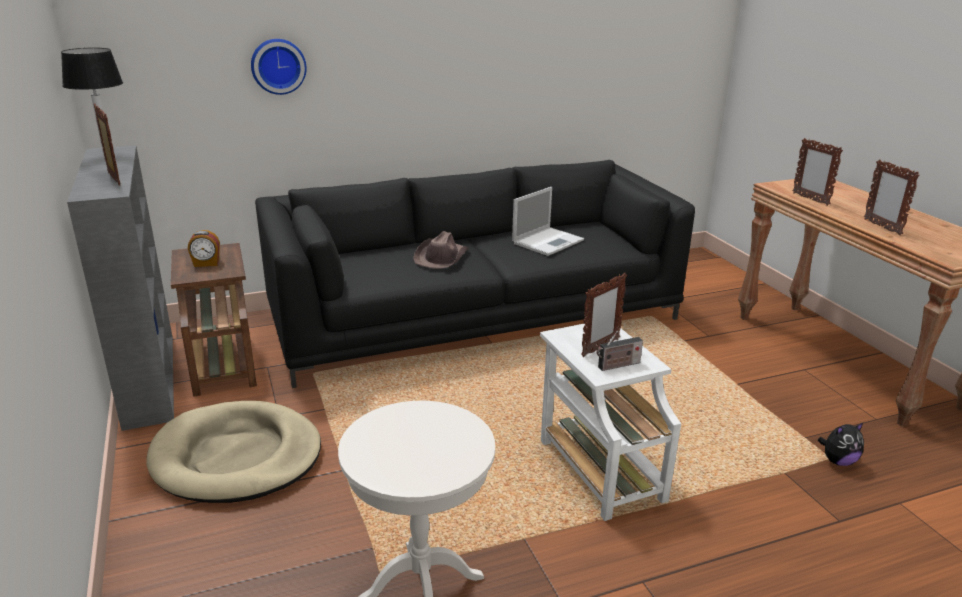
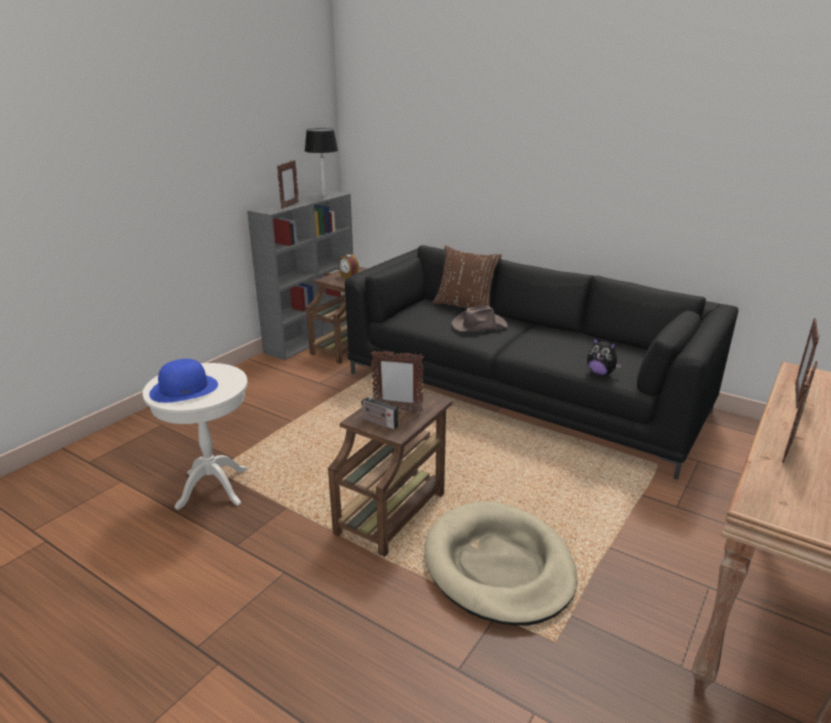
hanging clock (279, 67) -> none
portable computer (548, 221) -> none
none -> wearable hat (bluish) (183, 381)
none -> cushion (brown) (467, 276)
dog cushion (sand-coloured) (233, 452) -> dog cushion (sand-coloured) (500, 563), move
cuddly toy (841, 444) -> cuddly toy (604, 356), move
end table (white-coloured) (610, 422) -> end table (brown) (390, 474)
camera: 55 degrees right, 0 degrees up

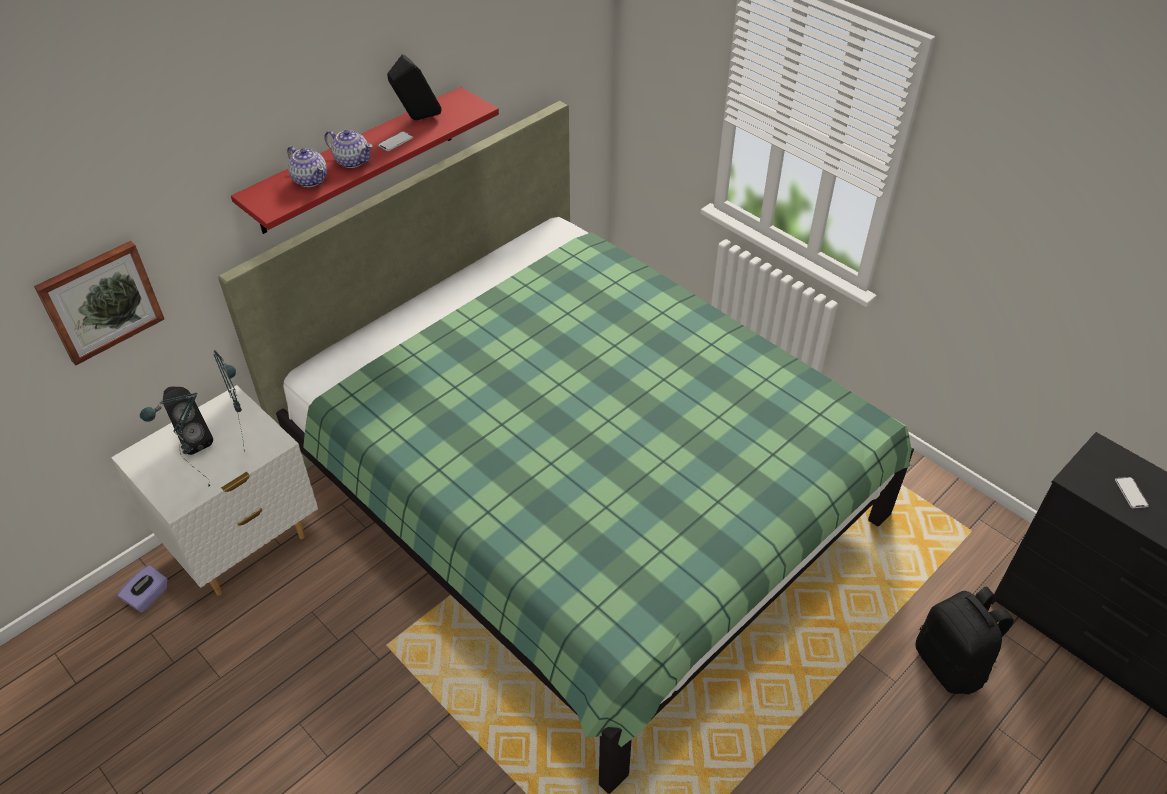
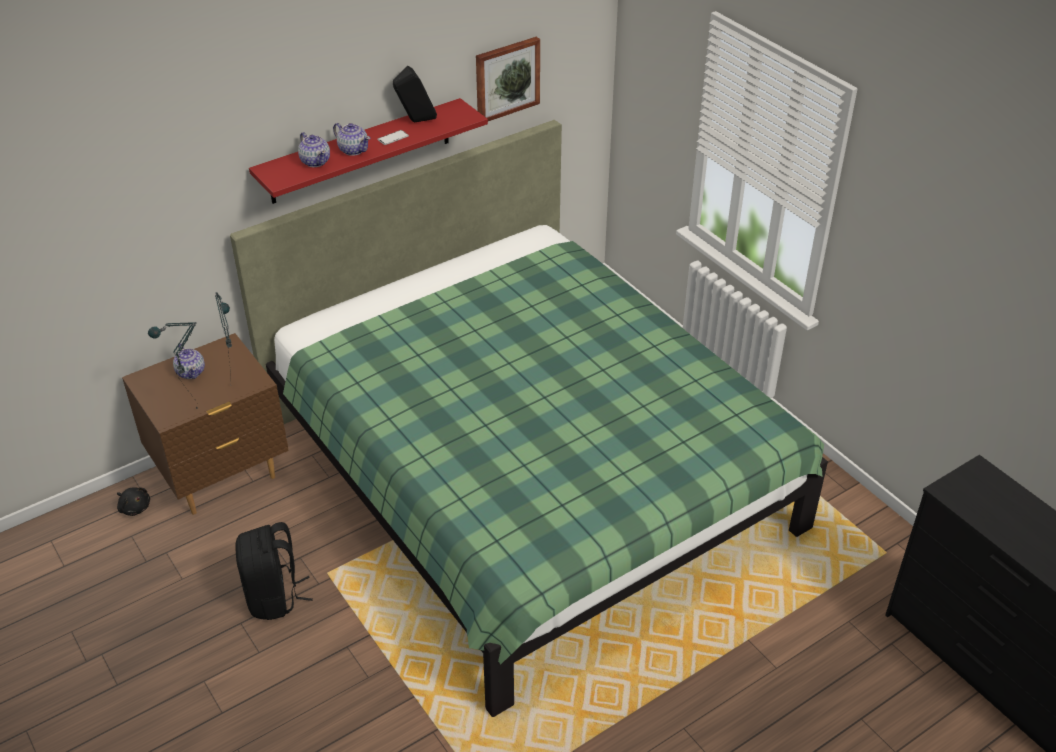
phone (1132, 492) -> none
wall picture (99, 303) -> wall picture (508, 79), move
knapsack (black) (965, 641) -> knapsack (black) (274, 571), move
tissue holder (purplish) (142, 588) -> cuddly toy (black) (133, 502)
audio speaker (black) (188, 421) -> teapot (189, 361)
nightstand (white-coloured) (214, 490) -> nightstand (brown) (205, 424)
camera: 10 degrees right, 5 degrees down

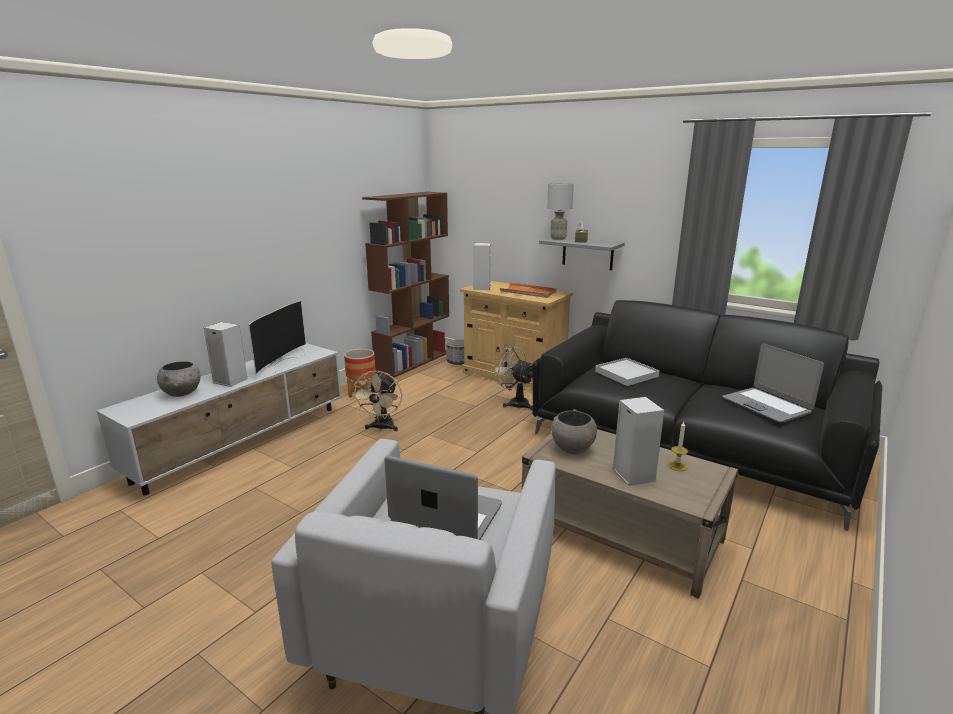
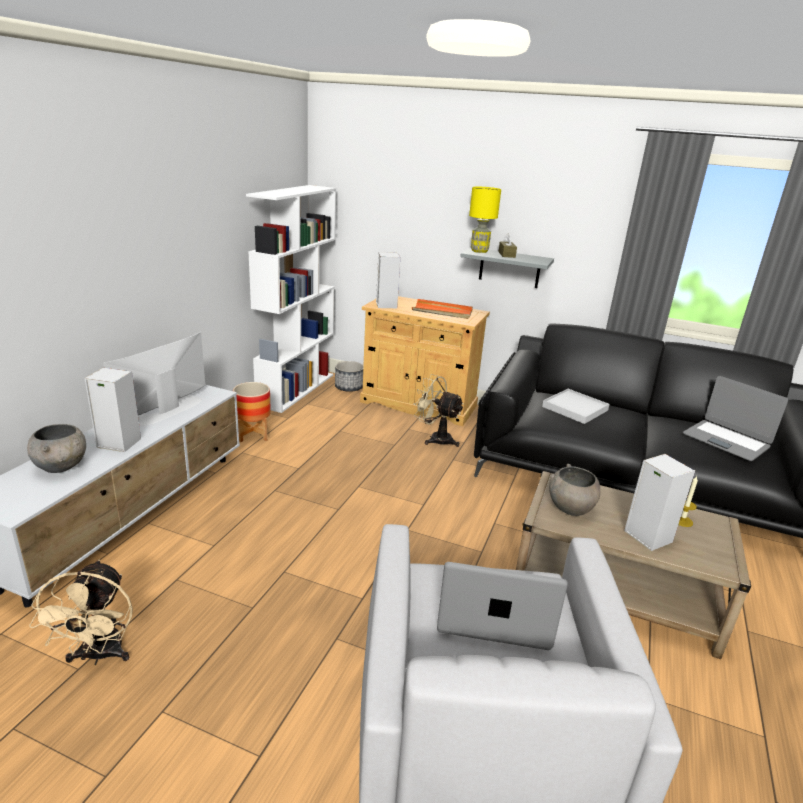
electric fan (sand-coloured) (377, 400) -> electric fan (sand-coloured) (81, 612), move
bookshelf (brown) (405, 285) -> bookshelf (white-coloured) (291, 299)
lamp for a table (greyish) (560, 211) -> lamp for a table (yellowish) (485, 220)
TV (277, 337) -> TV (154, 379), 150 degrees counterclockwise
camera: 15 degrees left, 5 degrees up

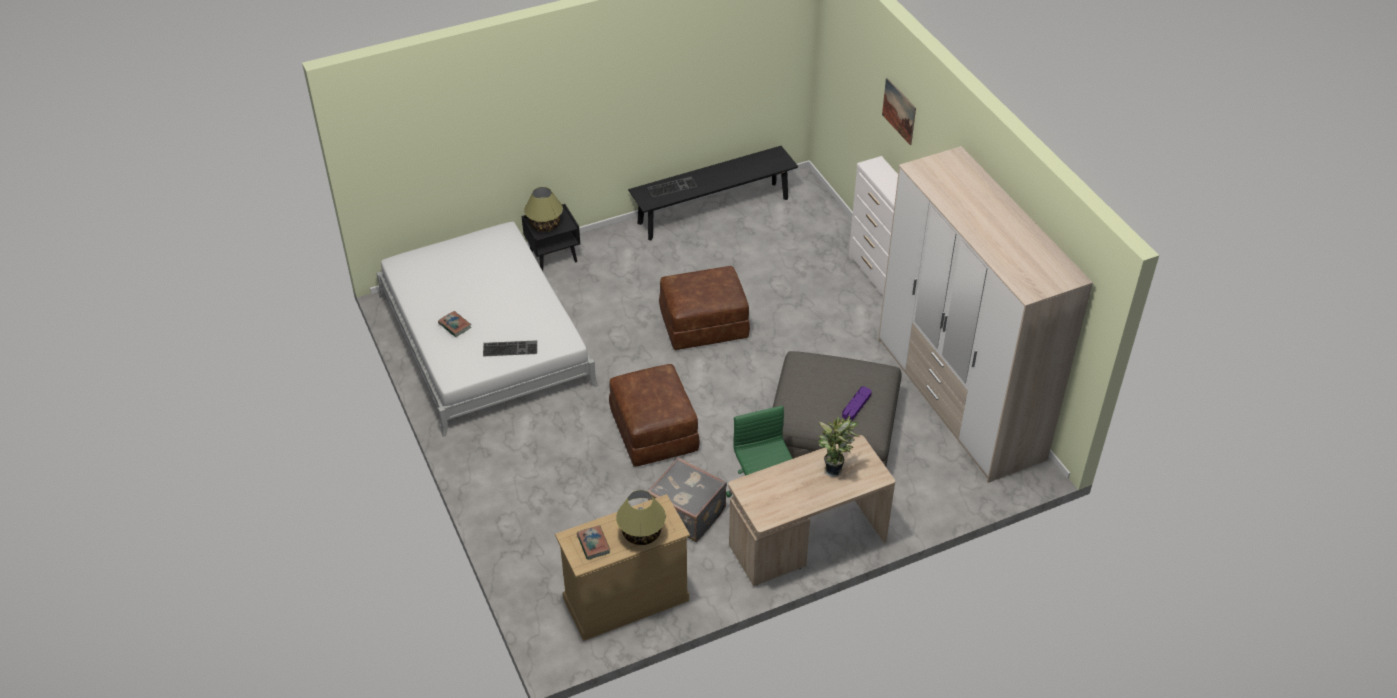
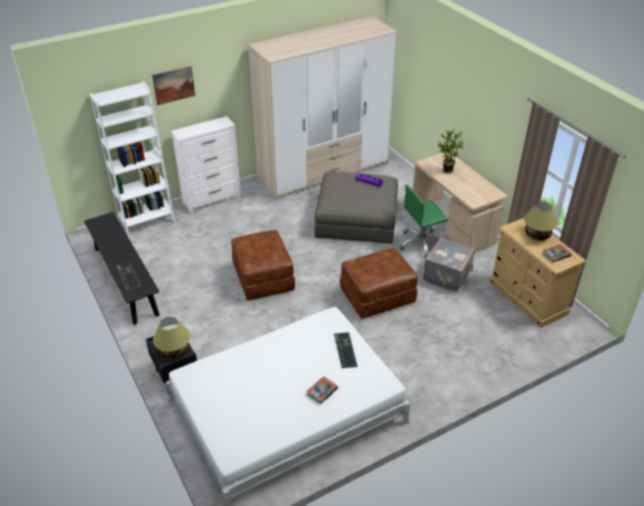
none -> bookshelf (white-coloured) (132, 159)
camera: 95 degrees left, 5 degrees down

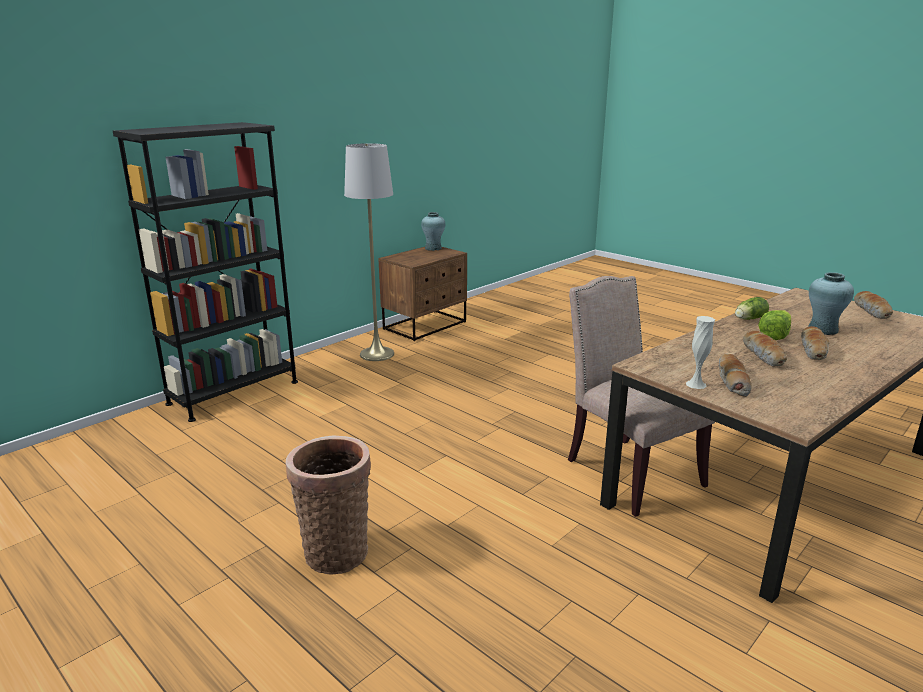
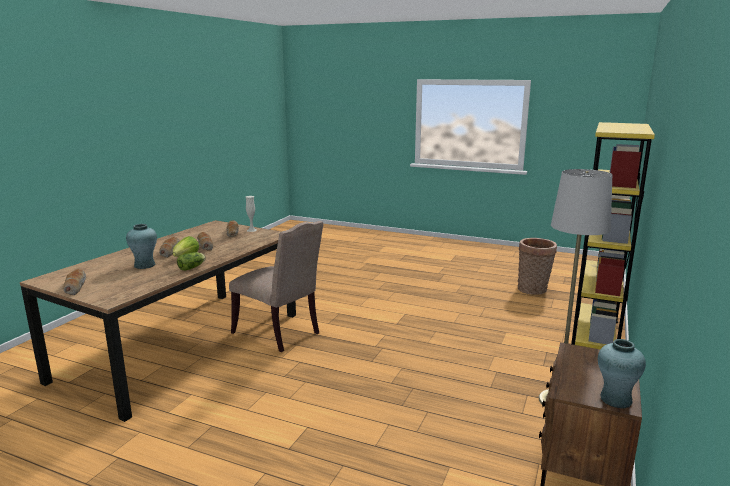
basket (328, 505) -> basket (537, 266), move
bookshelf (black) (205, 272) -> bookshelf (yellowish) (613, 235)
camera: 160 degrees right, 5 degrees down

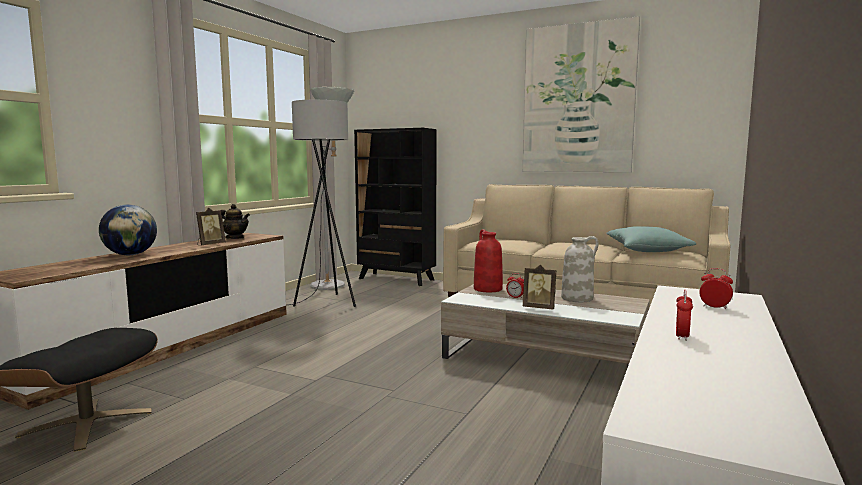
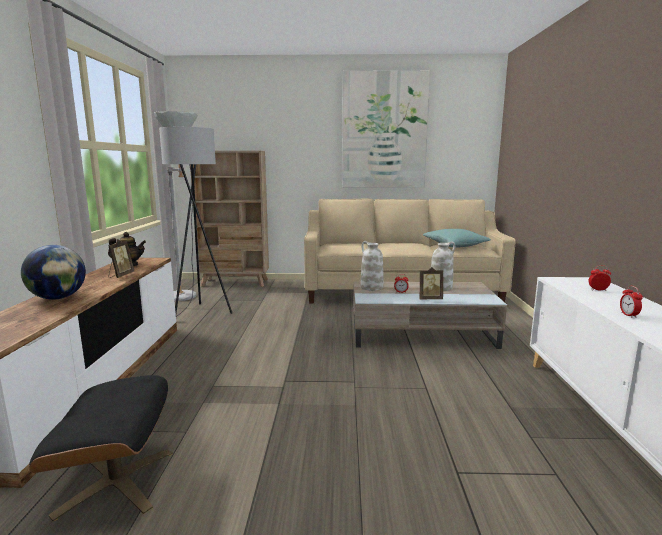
bookshelf (black) (395, 207) -> bookshelf (sand-coloured) (229, 219)
flower vase (reddish) (488, 260) -> flower vase (white-coloured) (372, 266)
camera: 25 degrees left, 5 degrees up

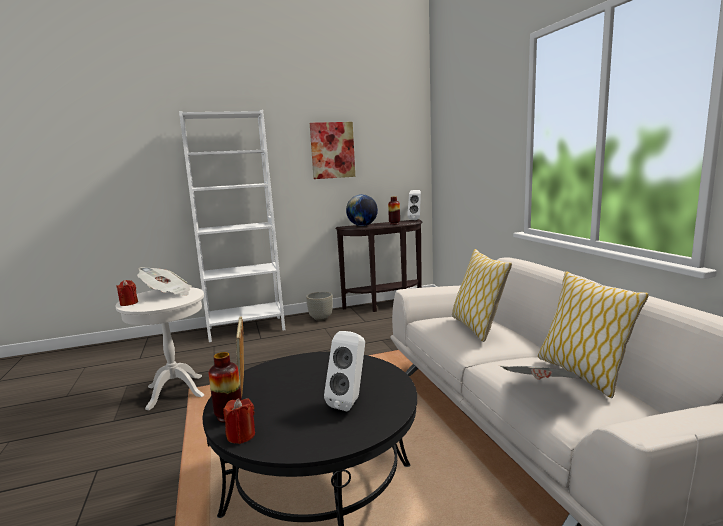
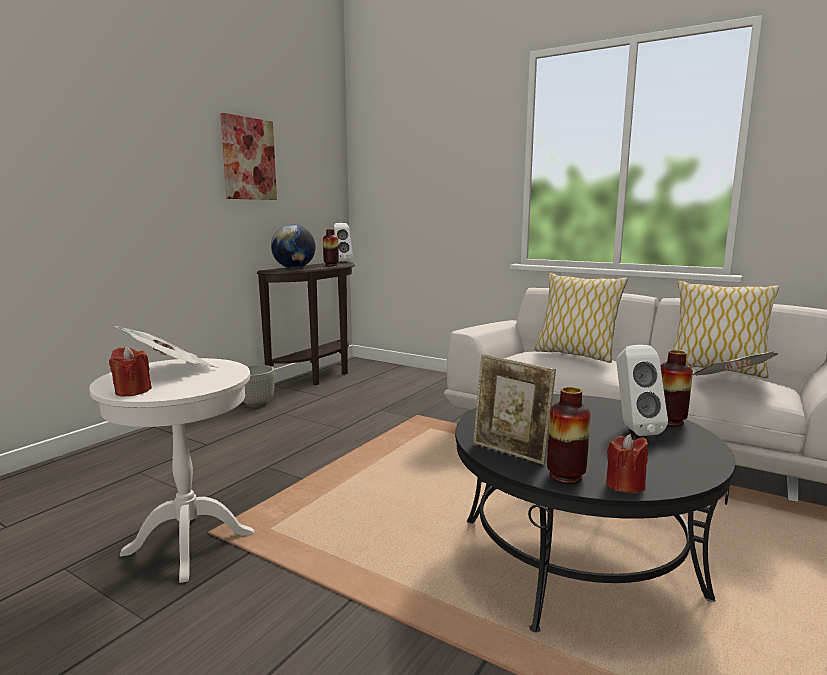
bookshelf (white-coloured) (232, 226) -> none
none -> flower vase (676, 388)
camera: 40 degrees left, 0 degrees up

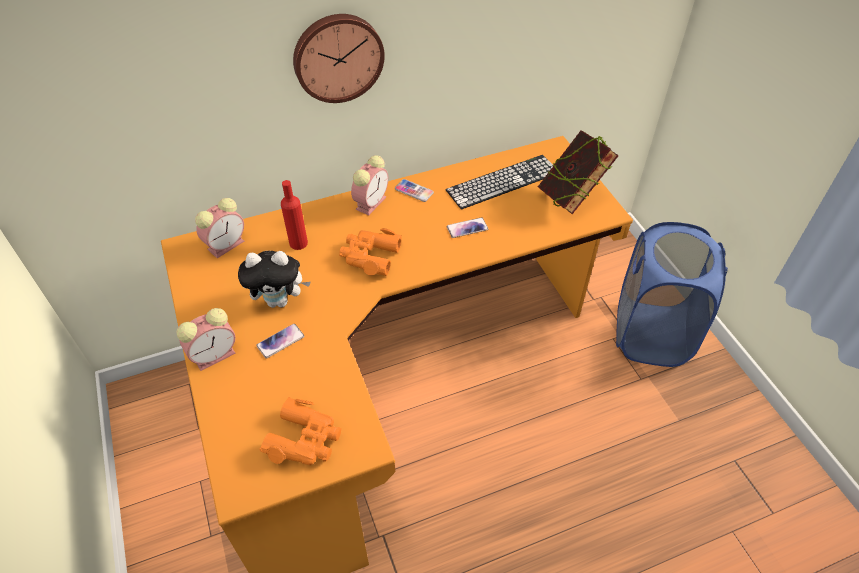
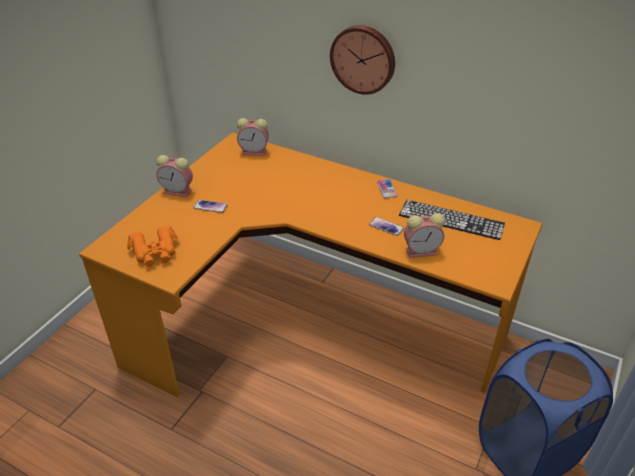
cuddly toy (274, 279) -> none
bottle (reddish) (294, 215) -> none
pair of binoculars (orange-coloured) (370, 252) -> none
bound book (578, 172) -> none
table clock (369, 185) -> table clock (424, 235), move
camera: 50 degrees right, 10 degrees down

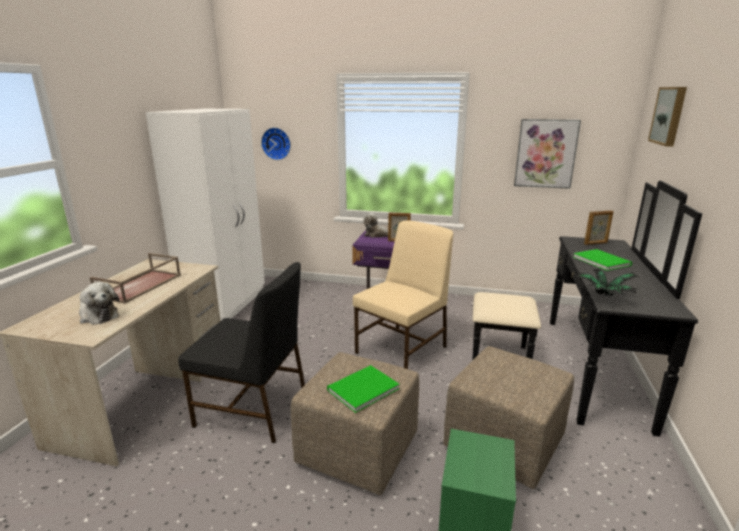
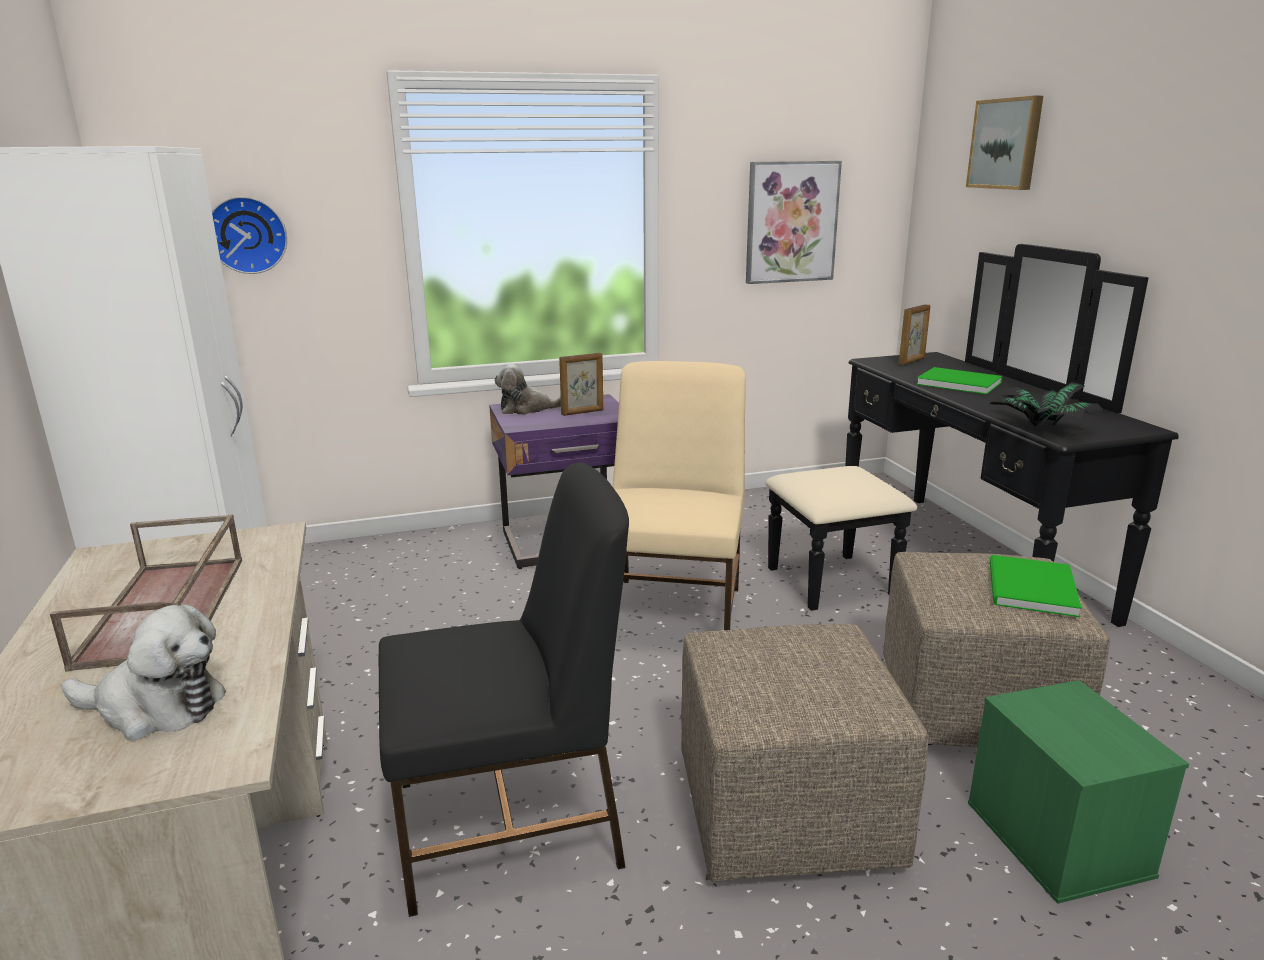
bound book (green-coloured) (363, 389) -> bound book (green-coloured) (1036, 586), move
camera: 30 degrees left, 0 degrees up

